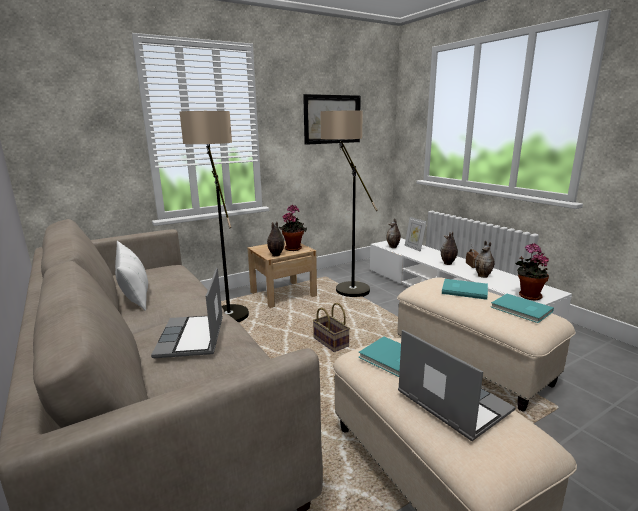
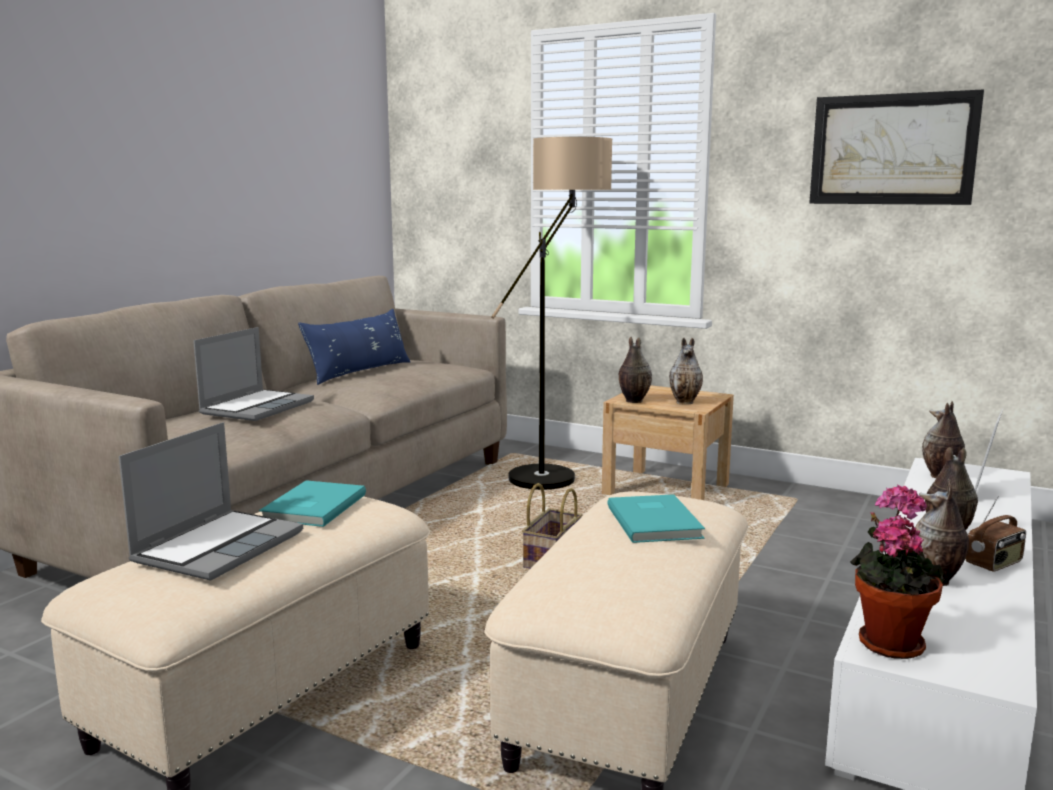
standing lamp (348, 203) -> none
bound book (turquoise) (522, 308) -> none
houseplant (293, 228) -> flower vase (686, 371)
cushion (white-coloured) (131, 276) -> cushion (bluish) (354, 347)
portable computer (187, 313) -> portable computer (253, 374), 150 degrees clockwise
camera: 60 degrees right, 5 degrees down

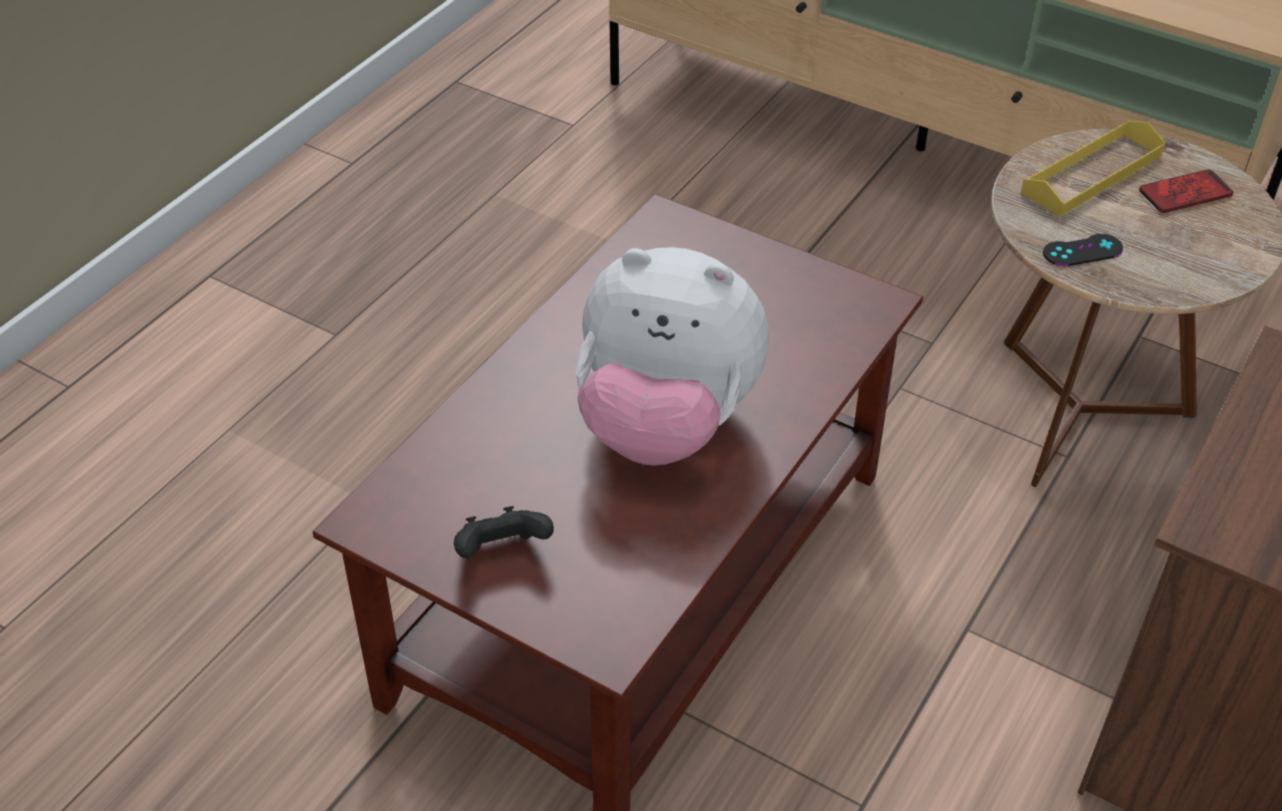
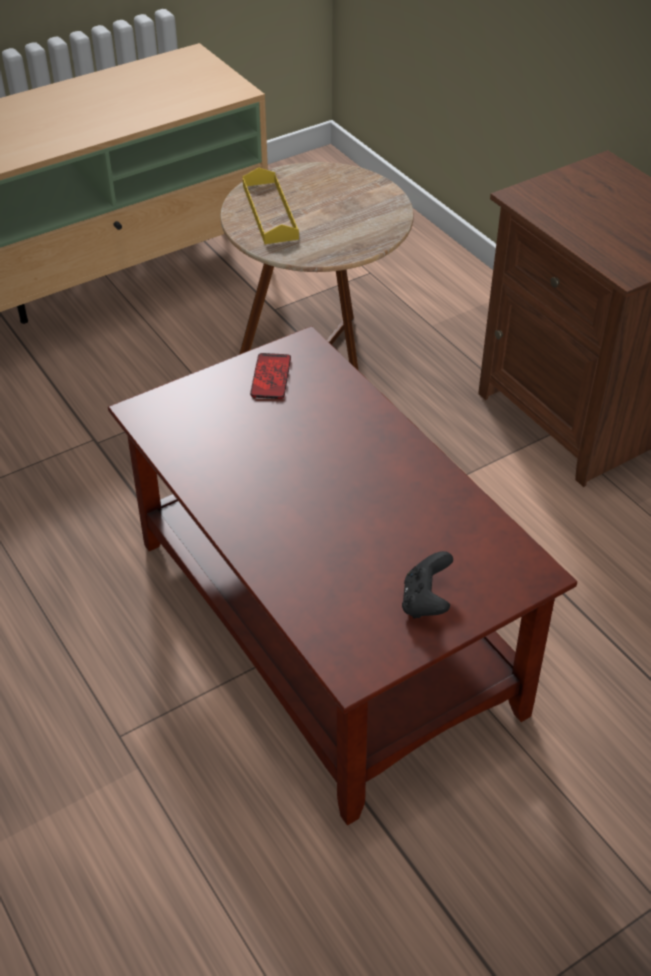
cuddly toy (672, 356) -> none
joypad (black) (1083, 250) -> none
phone (1186, 191) -> phone (270, 376), move
camera: 65 degrees left, 0 degrees up

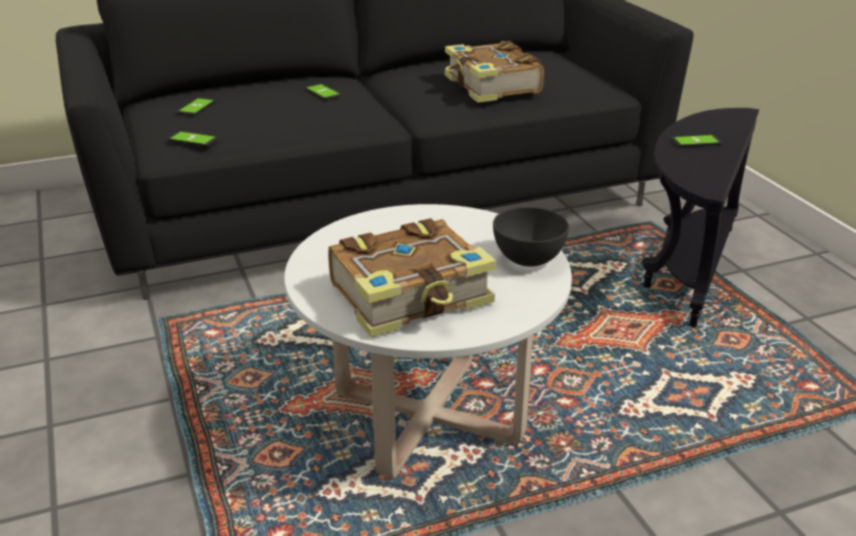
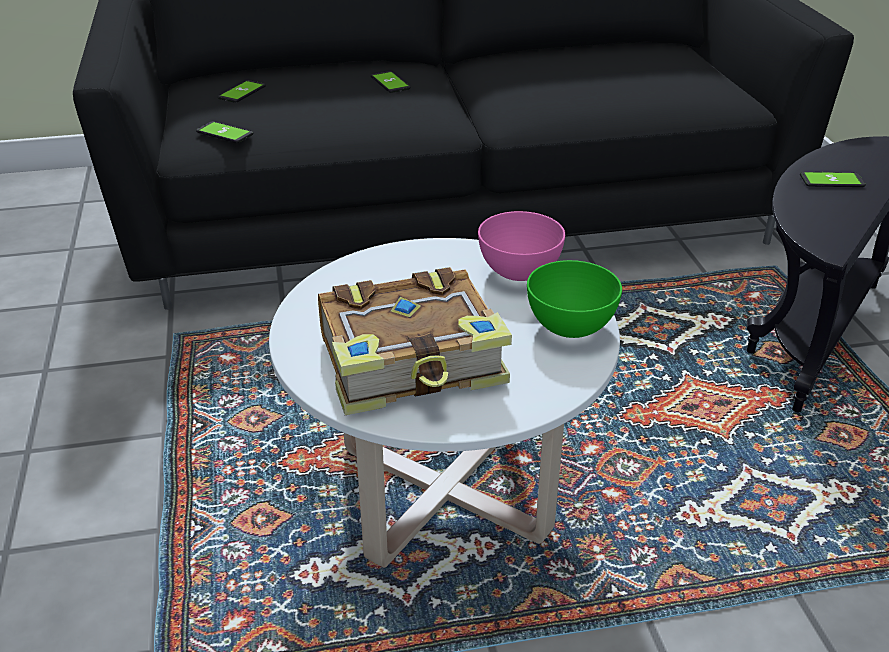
bound book (494, 72) -> none
none -> deep dish (pink) (521, 246)
deep dish (greyish) (531, 237) -> deep dish (green-coloured) (574, 299)
camera: 10 degrees right, 5 degrees up

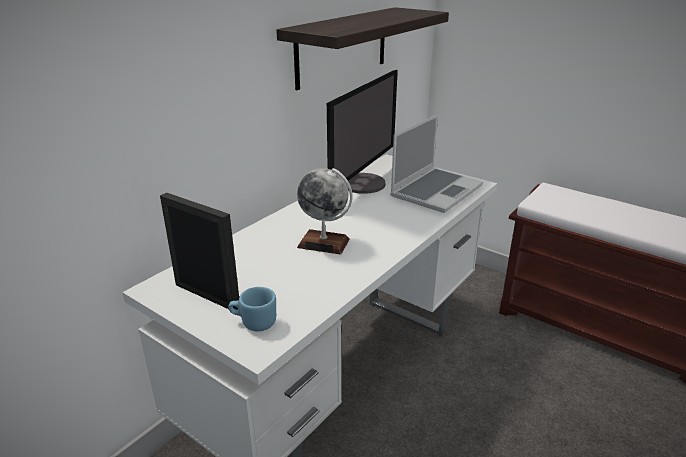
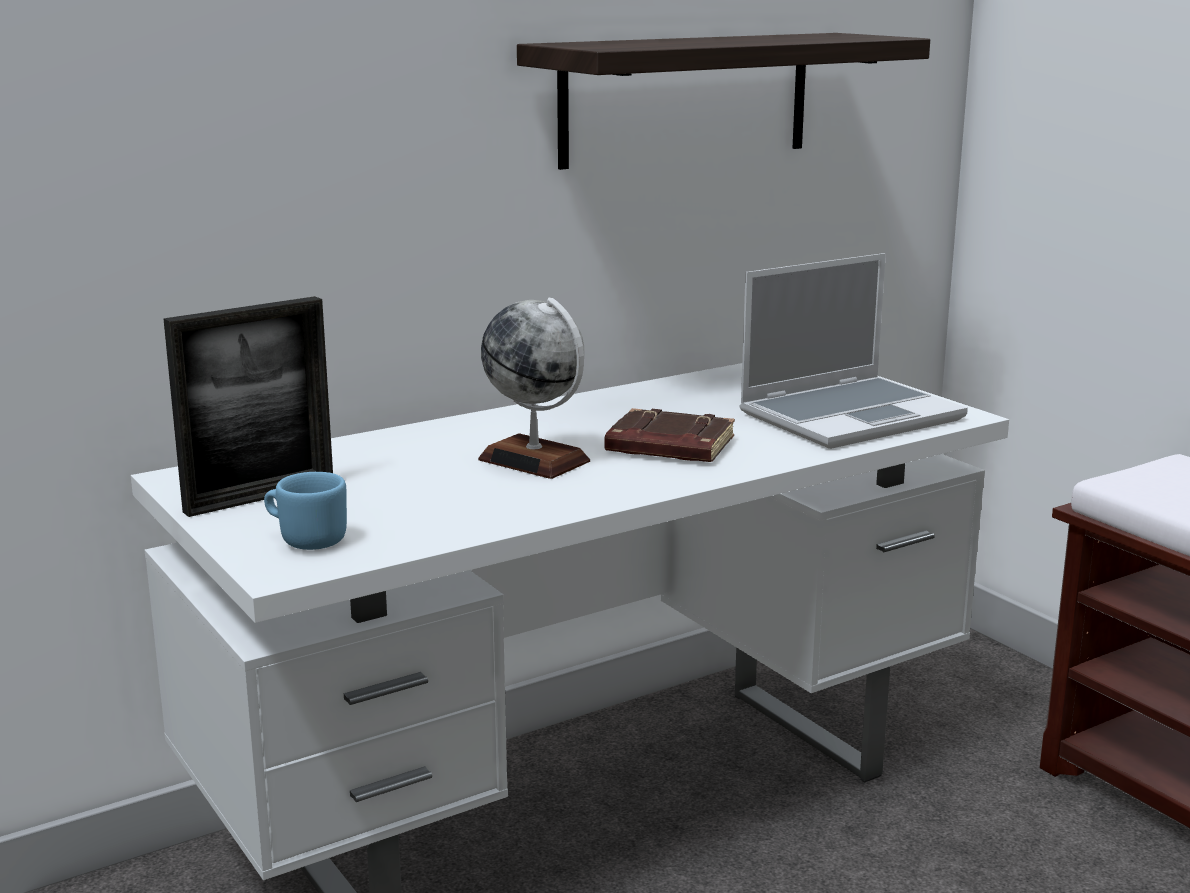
computer screen (362, 132) -> none
none -> bound book (brown) (670, 435)
photo frame (199, 251) -> photo frame (248, 406), 90 degrees clockwise
camera: 20 degrees right, 10 degrees down

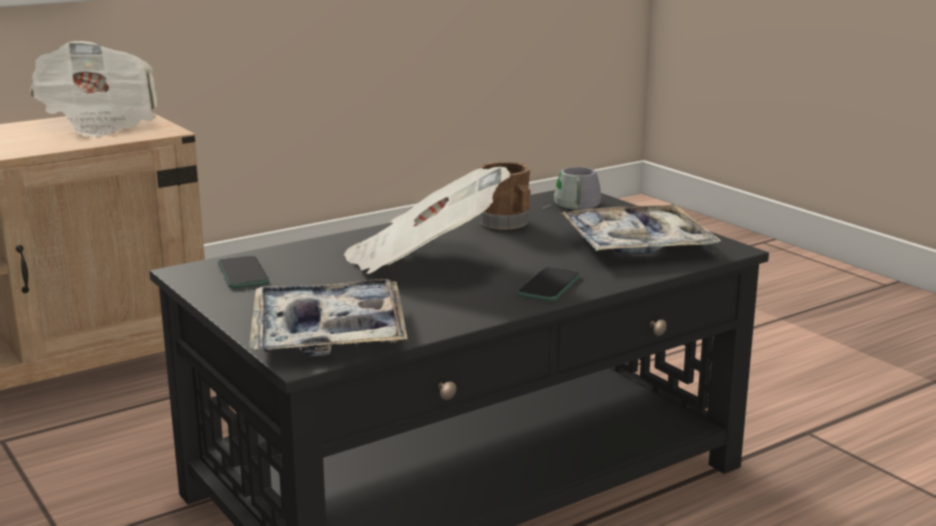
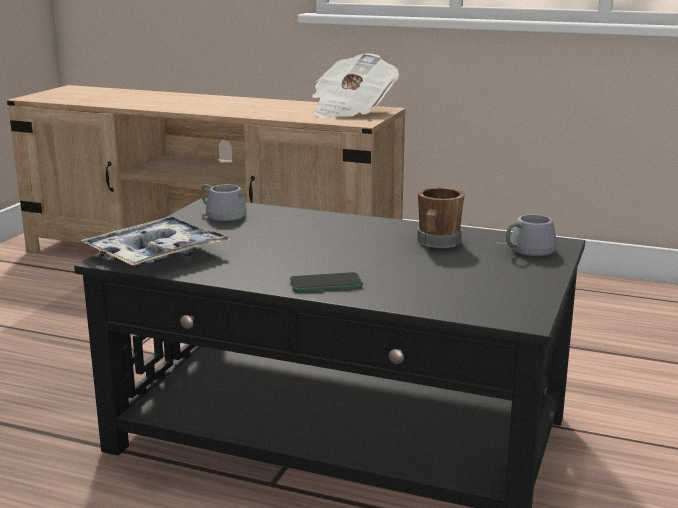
daily paper (427, 220) -> none
carrying tray (640, 229) -> none
phone (243, 272) -> coffee mug (greyish) (224, 202)
camera: 55 degrees right, 0 degrees up

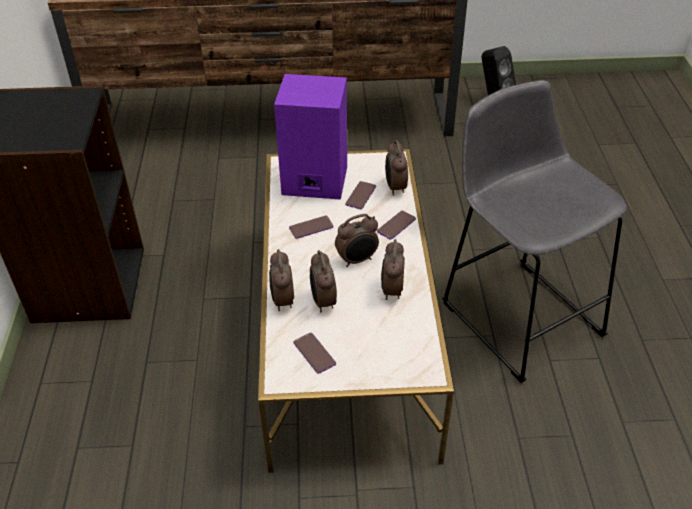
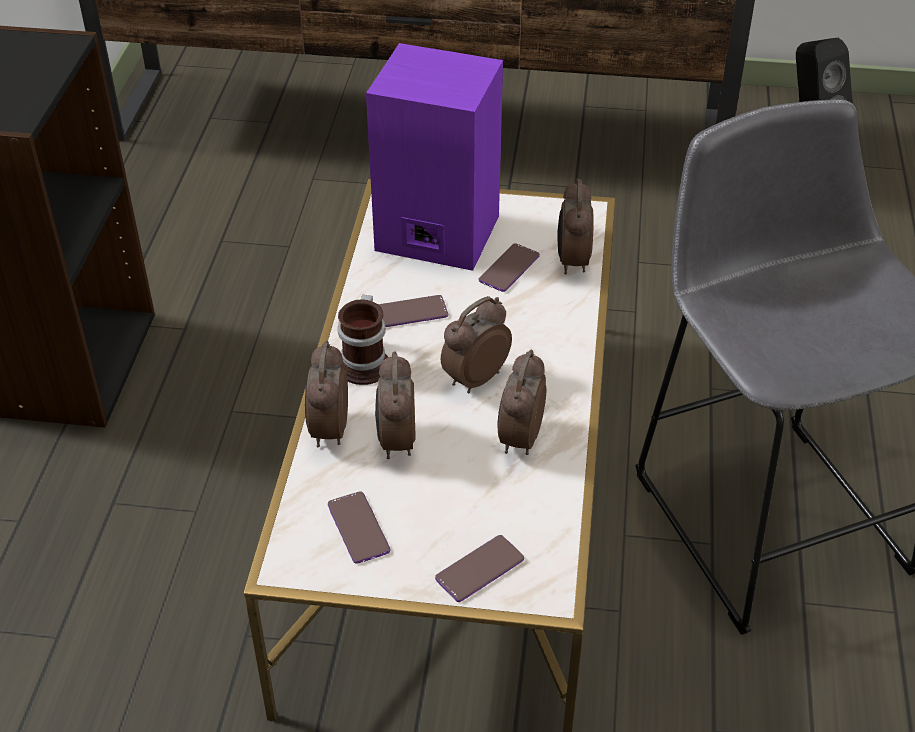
none -> coffee mug (362, 340)
phone (396, 225) -> phone (479, 568), move
table clock (357, 240) -> table clock (476, 344), 150 degrees clockwise
camera: 10 degrees right, 0 degrees up

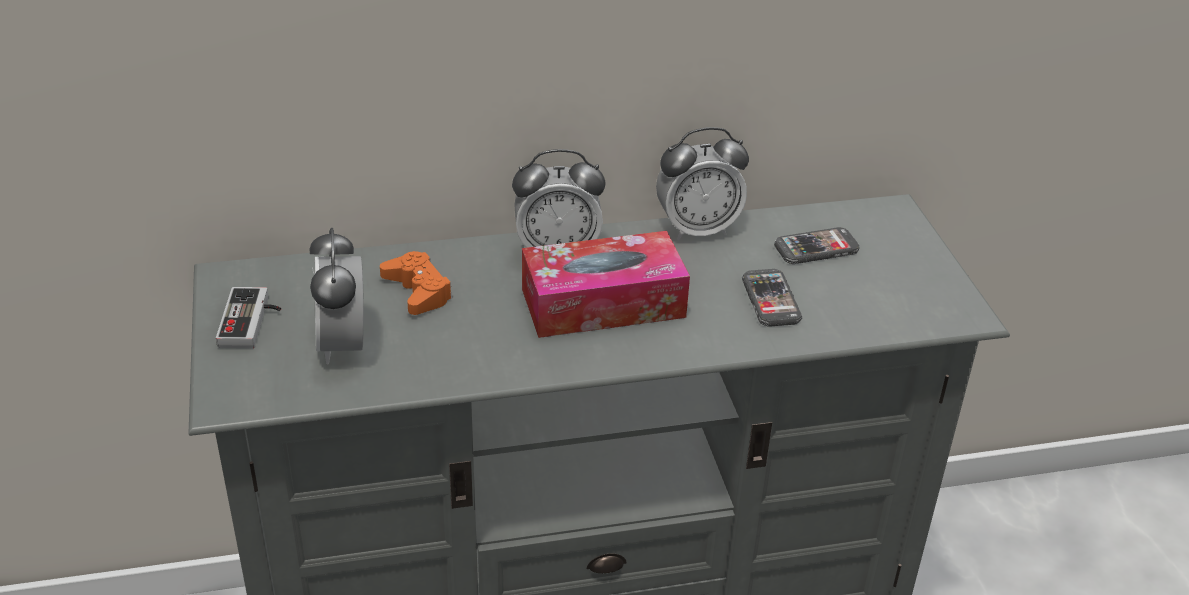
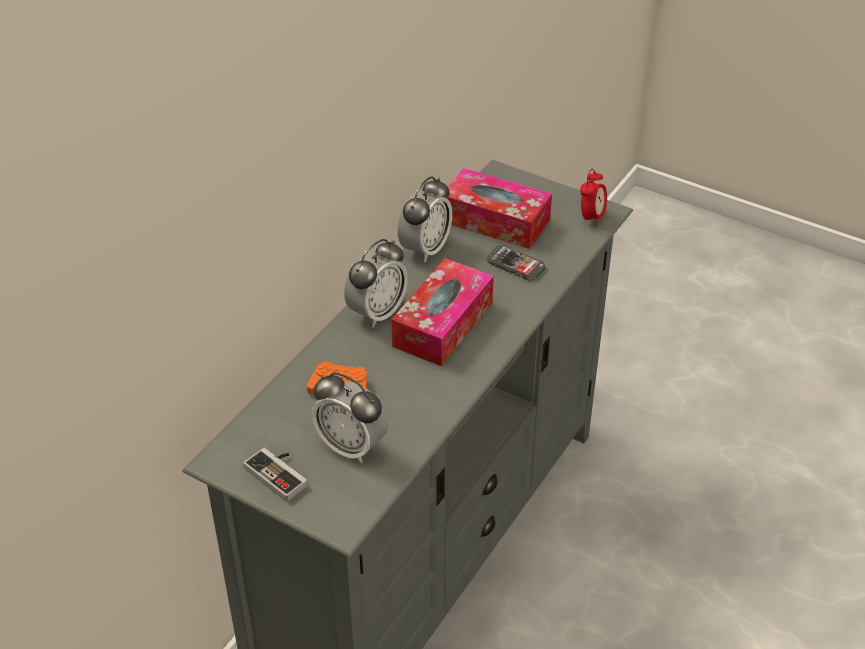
none -> table clock (593, 198)
phone (816, 245) -> tissue holder (496, 208)
camera: 45 degrees left, 5 degrees up

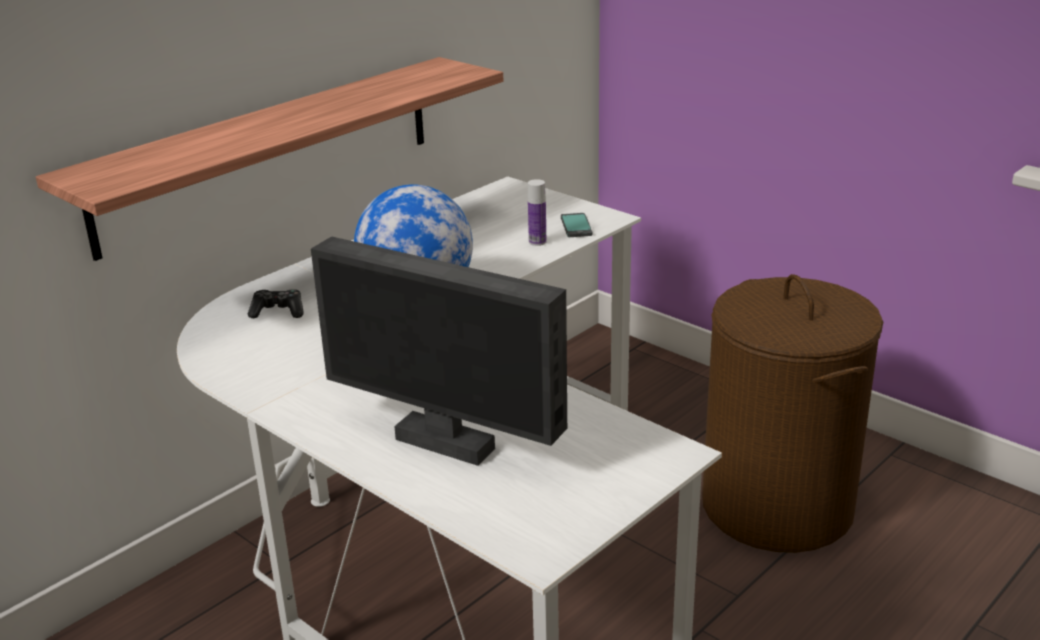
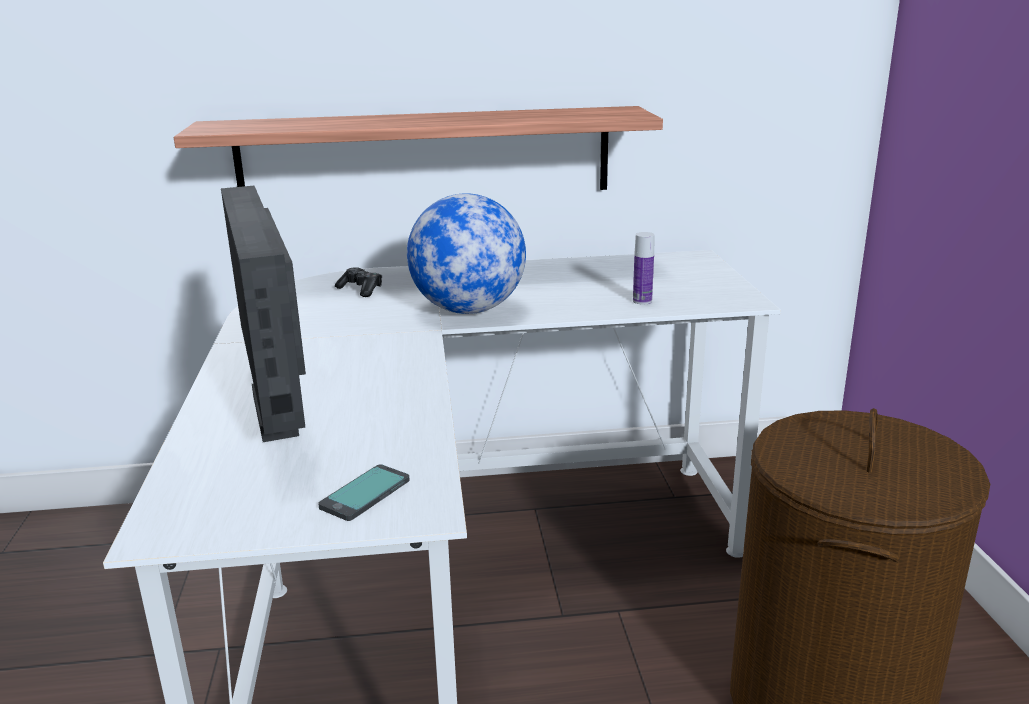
phone (576, 225) -> phone (364, 492), move
camera: 40 degrees right, 5 degrees down

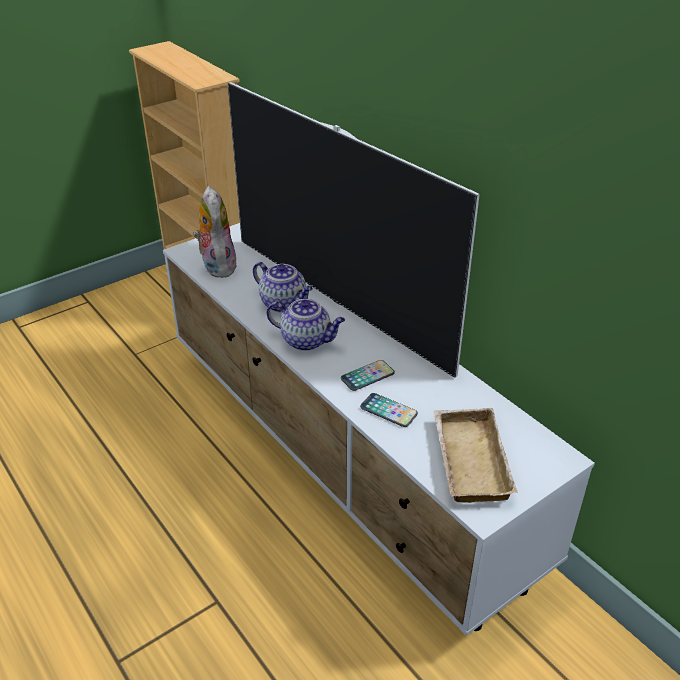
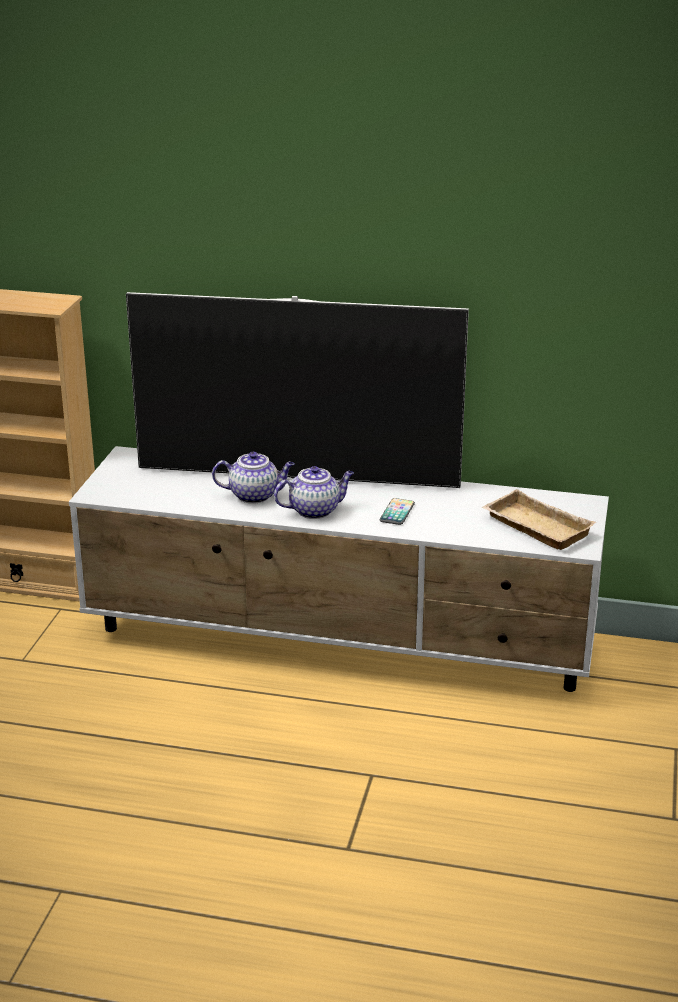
cuddly toy (215, 232) -> none
phone (389, 410) -> none
camera: 40 degrees left, 10 degrees down

